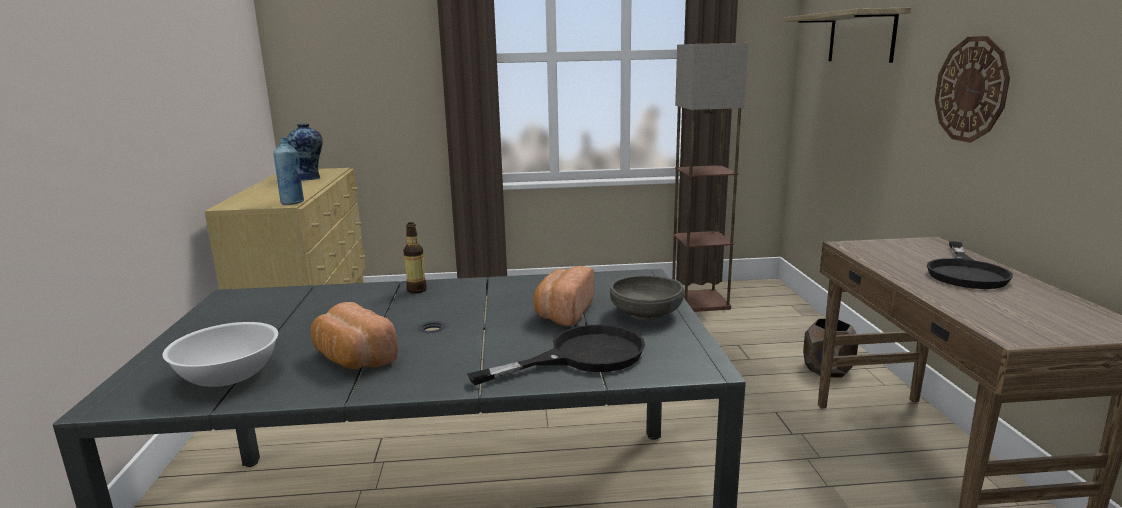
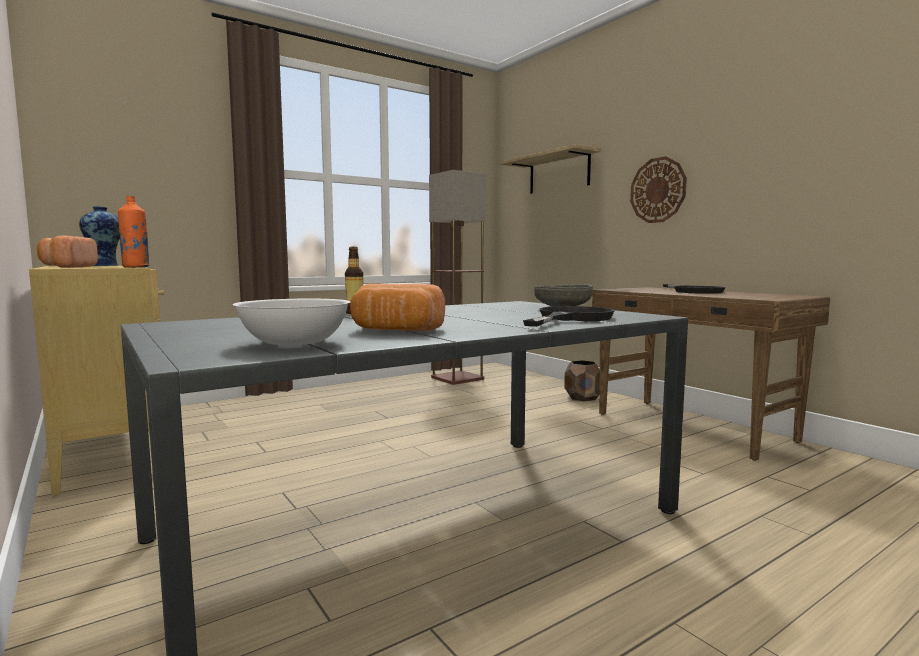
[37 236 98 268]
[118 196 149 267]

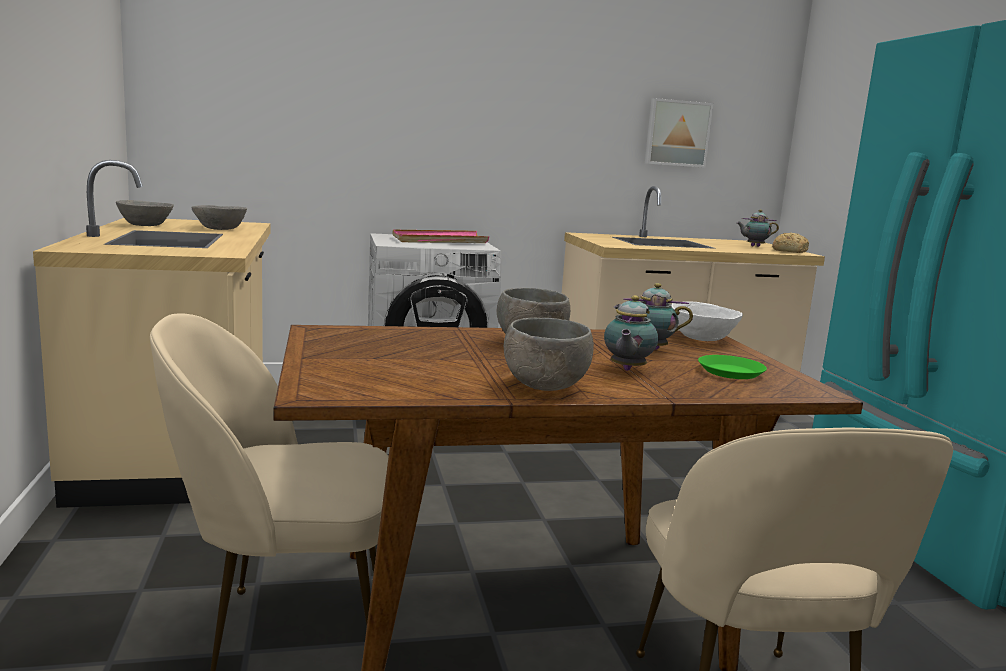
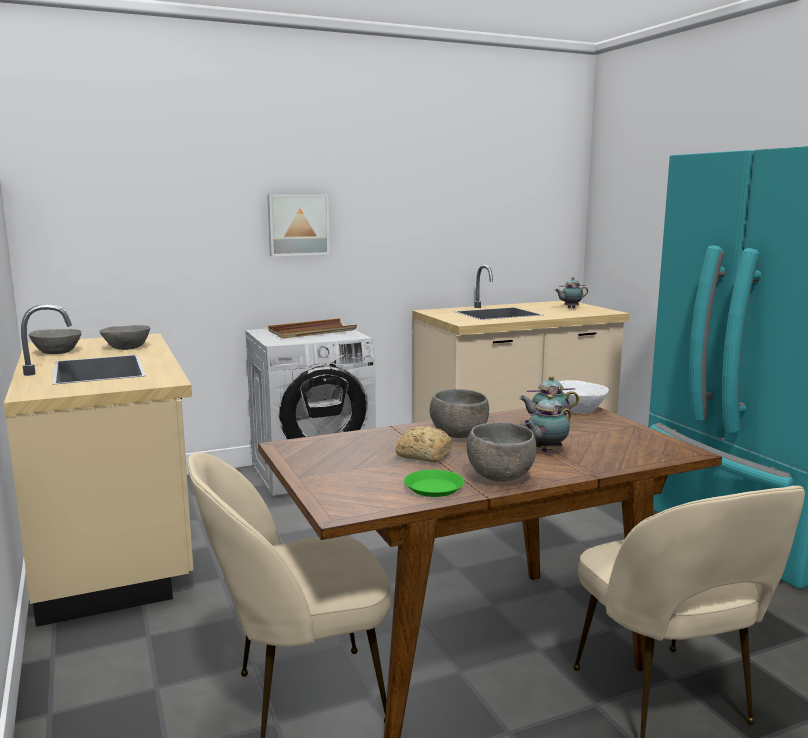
[267 194 330 257]
[404 470 465 497]
[396 426 452 462]
[268 318 357 339]
[523 394 571 452]

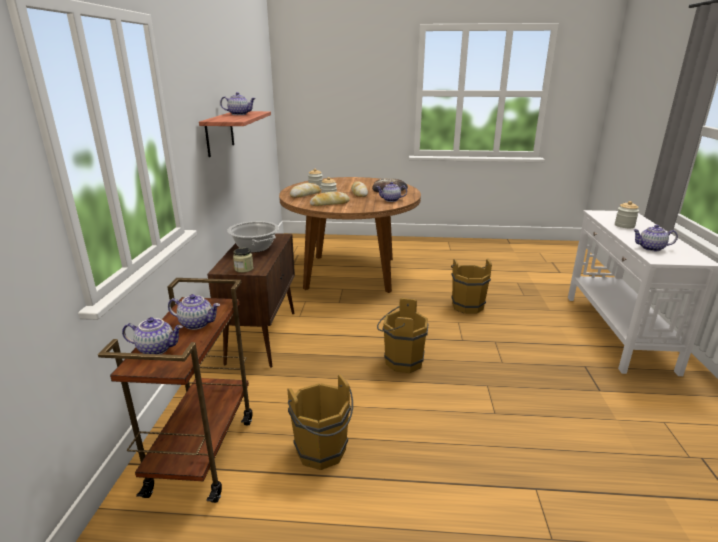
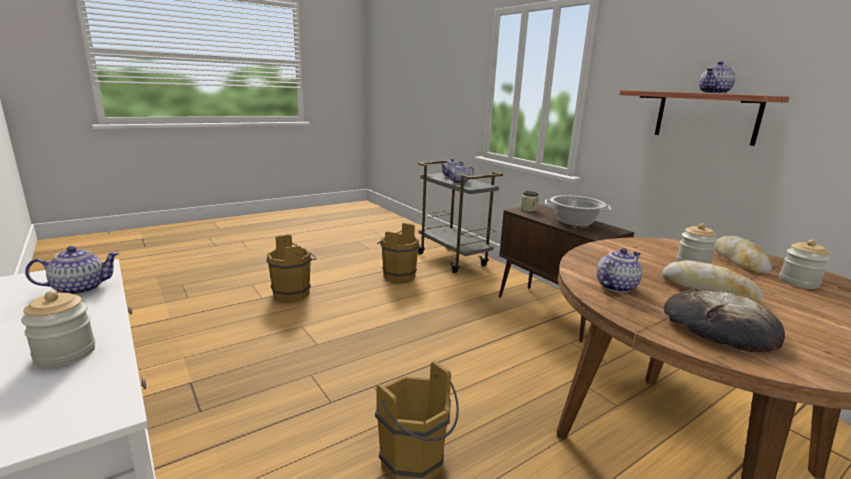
[310 192 350 206] (first image)
[266 234 316 302]
[418 161 503 273]

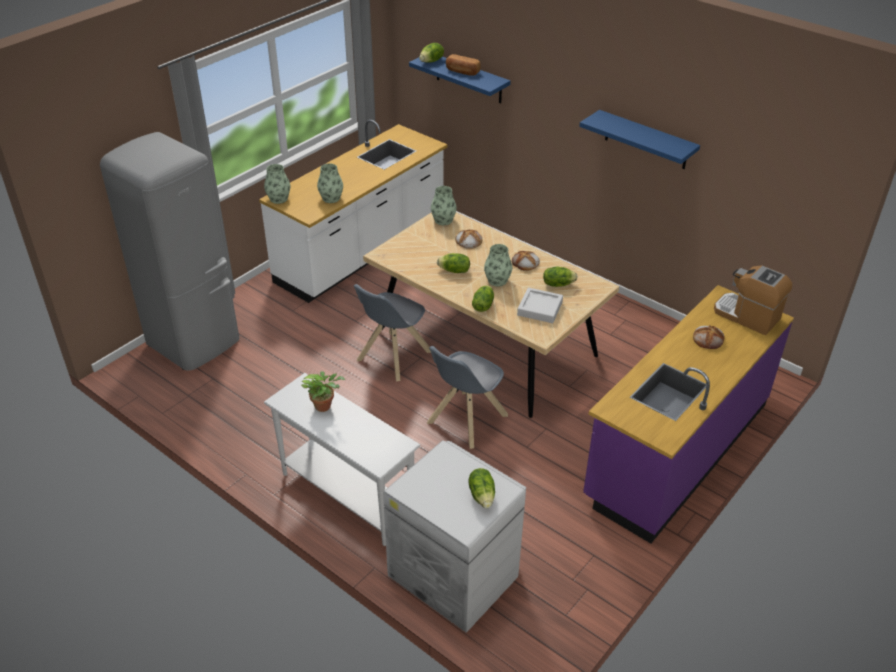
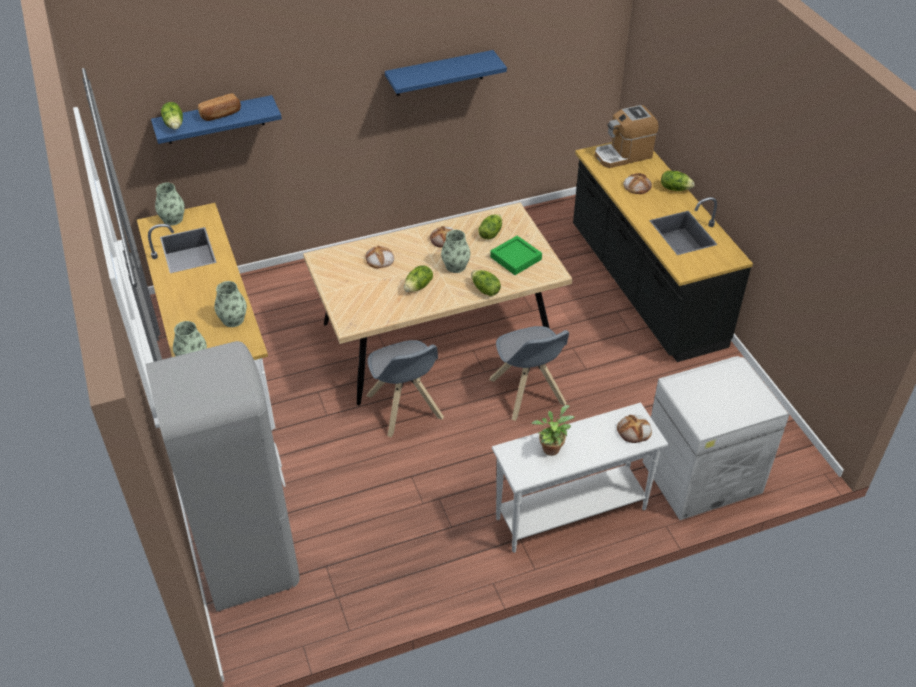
[617 415 652 443]
[155 183 185 226]
[661 171 694 191]
[490 236 542 275]
[573 142 753 362]

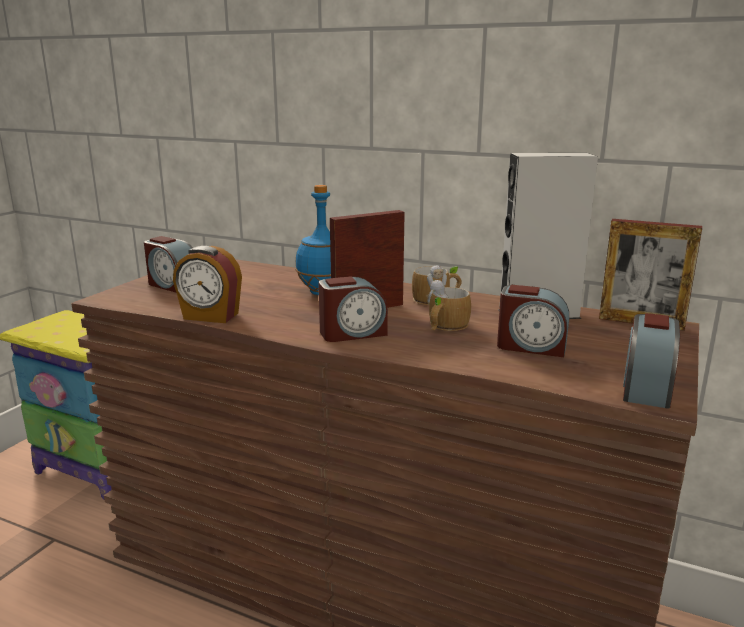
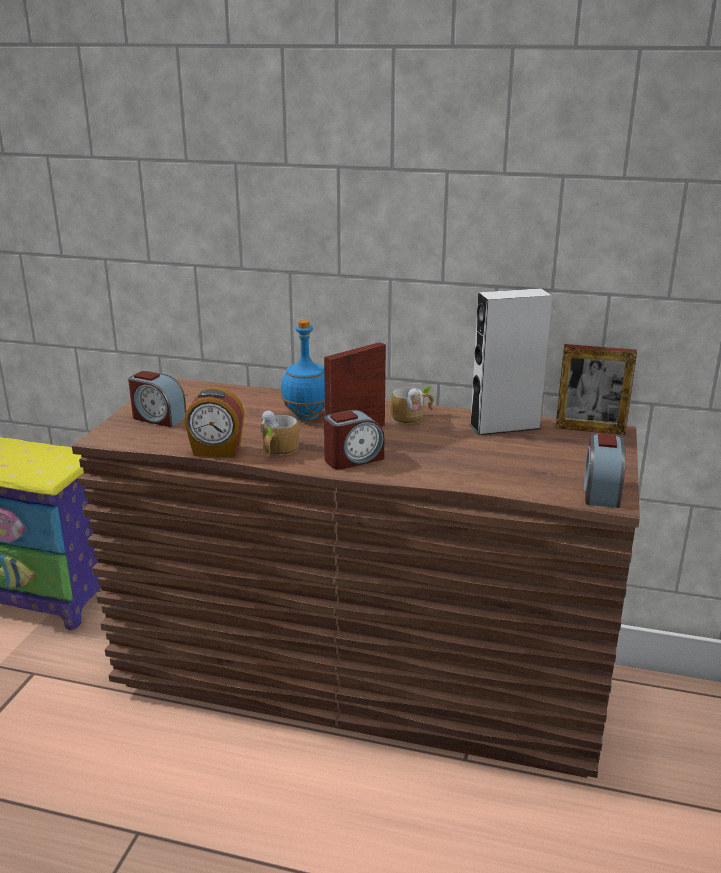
[497 285 569 357] (first image)
[260 411 300 457]

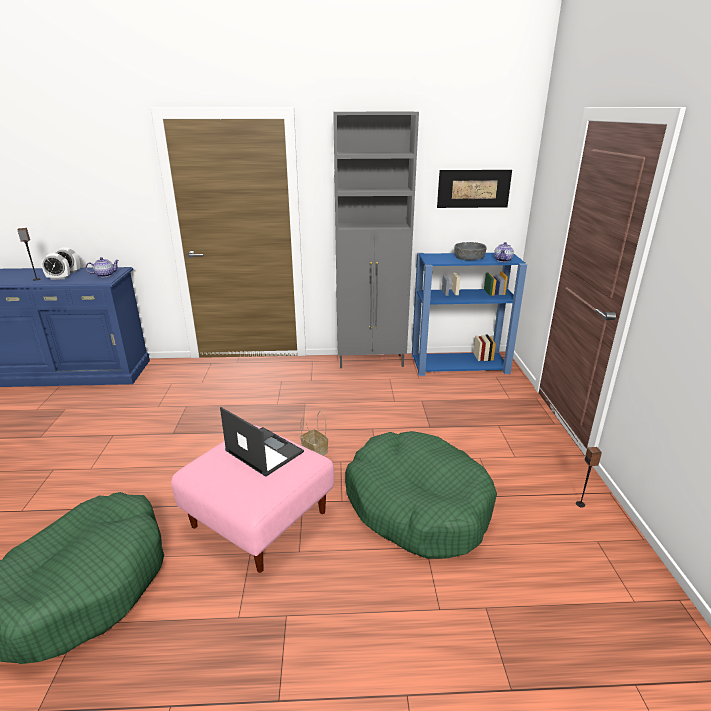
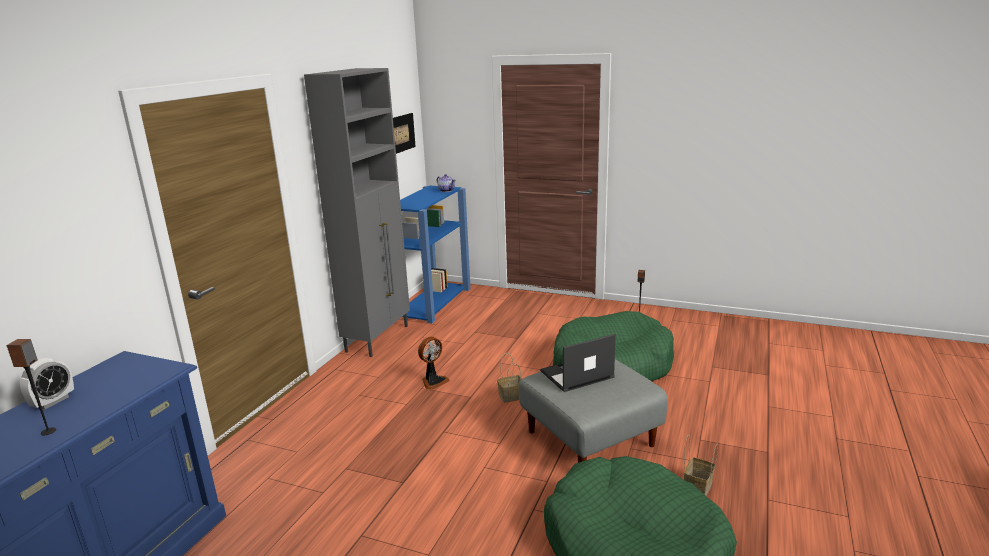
[41 253 70 280] (first image)
[86 257 119 277] (first image)
[454 242 487 260] (first image)
[418 337 450 390]
[684 435 718 496]
[519 359 668 463]

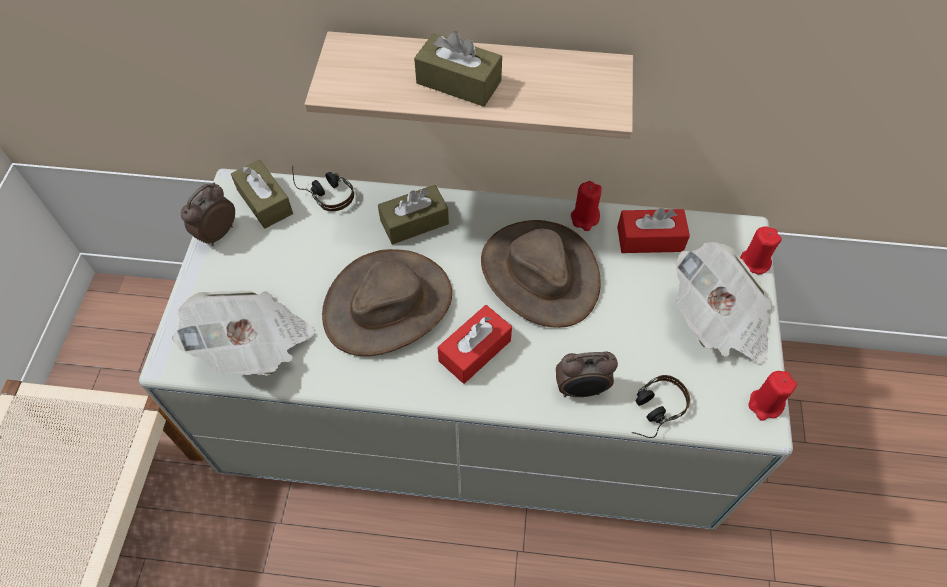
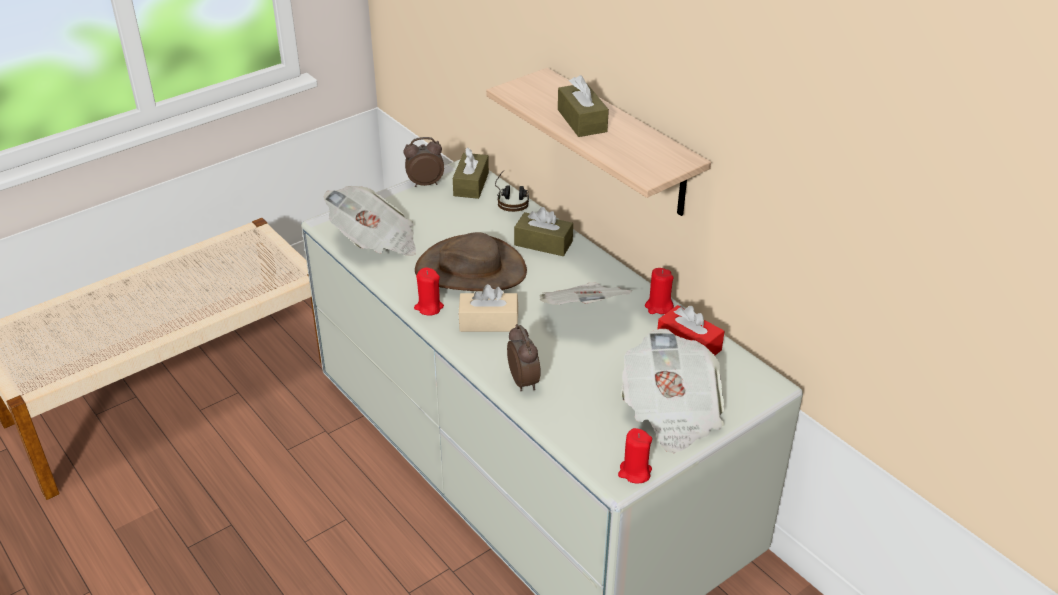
[632 375 690 438] (first image)
[414 267 444 316]
[540 282 633 305]
[458 284 518 332]
[507 324 541 391]

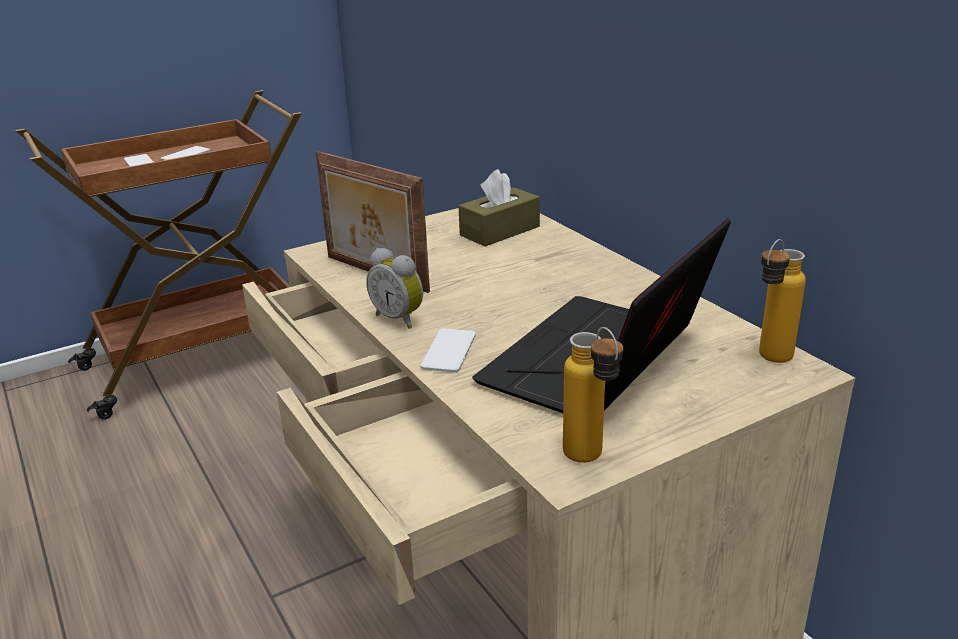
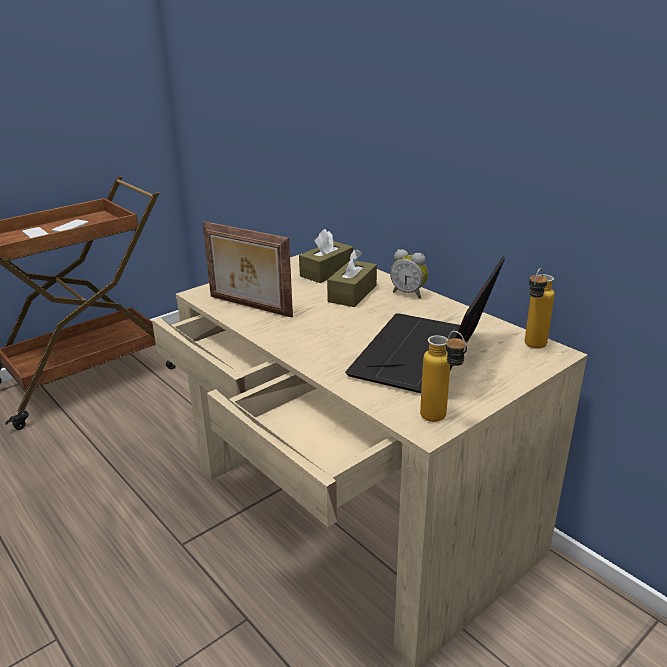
[421 328 476 372] (first image)
[327 249 377 307]
[390 249 428 299]

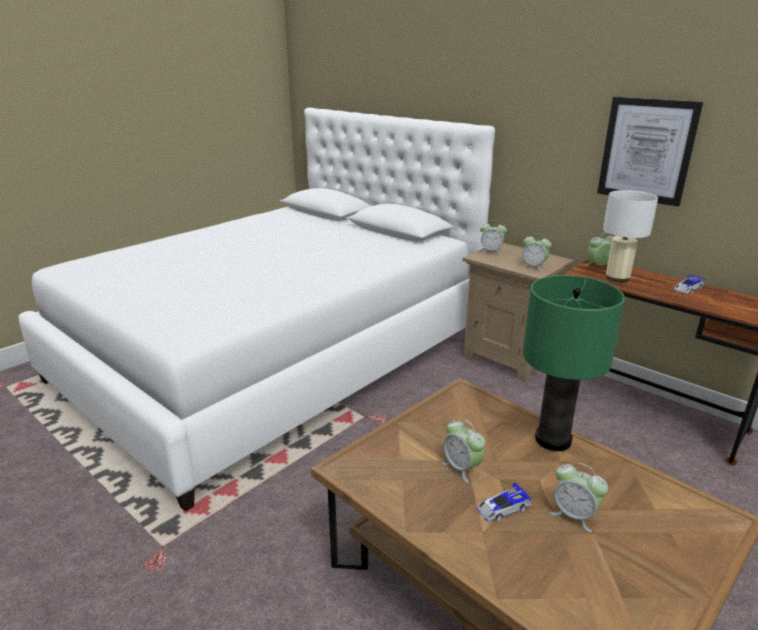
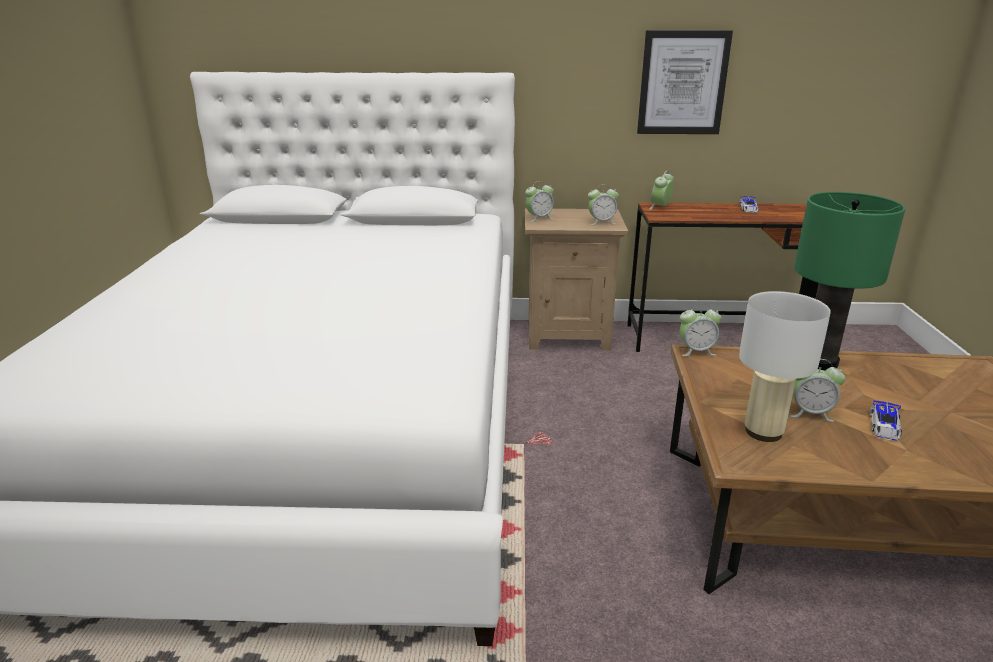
[680 304 722 357]
[739 291 831 442]

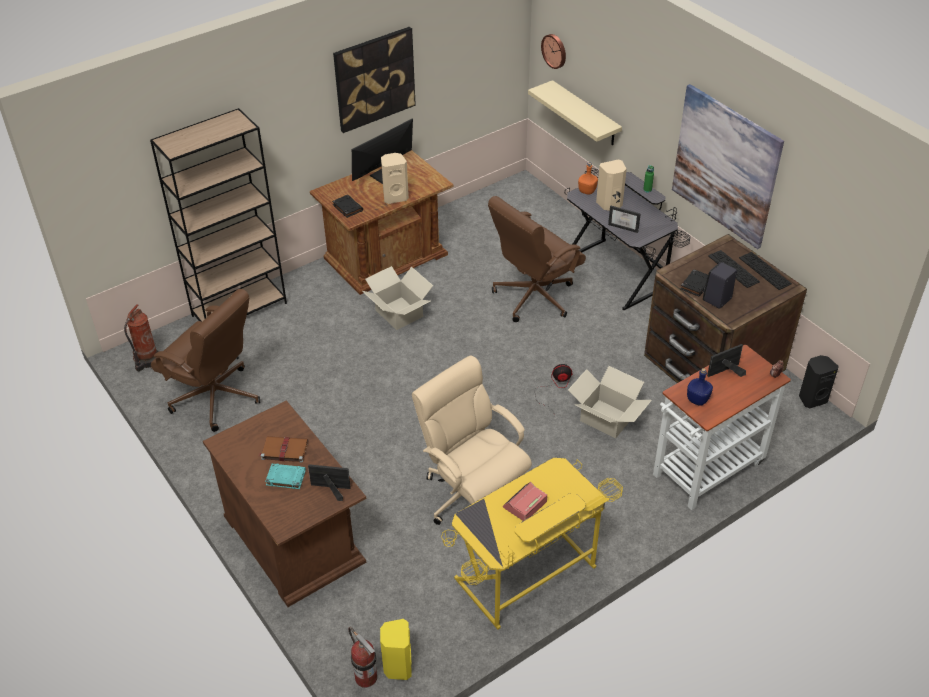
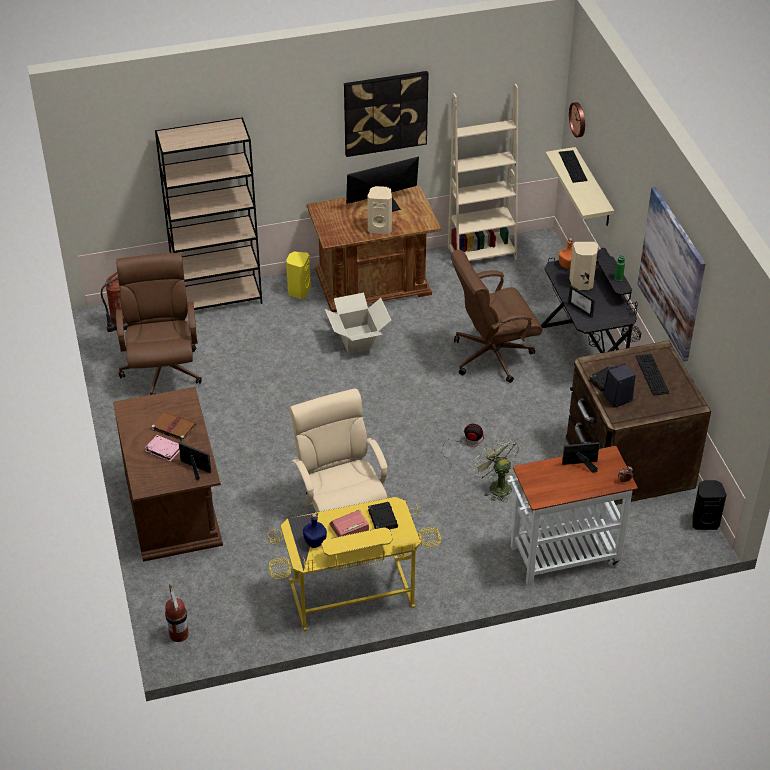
[448 84 518 261]
[368 502 398 529]
[286 252 311 299]
[303 514 327 548]
[559 150 588 183]
[473 438 519 502]
[145 435 180 462]
[116 253 202 395]

